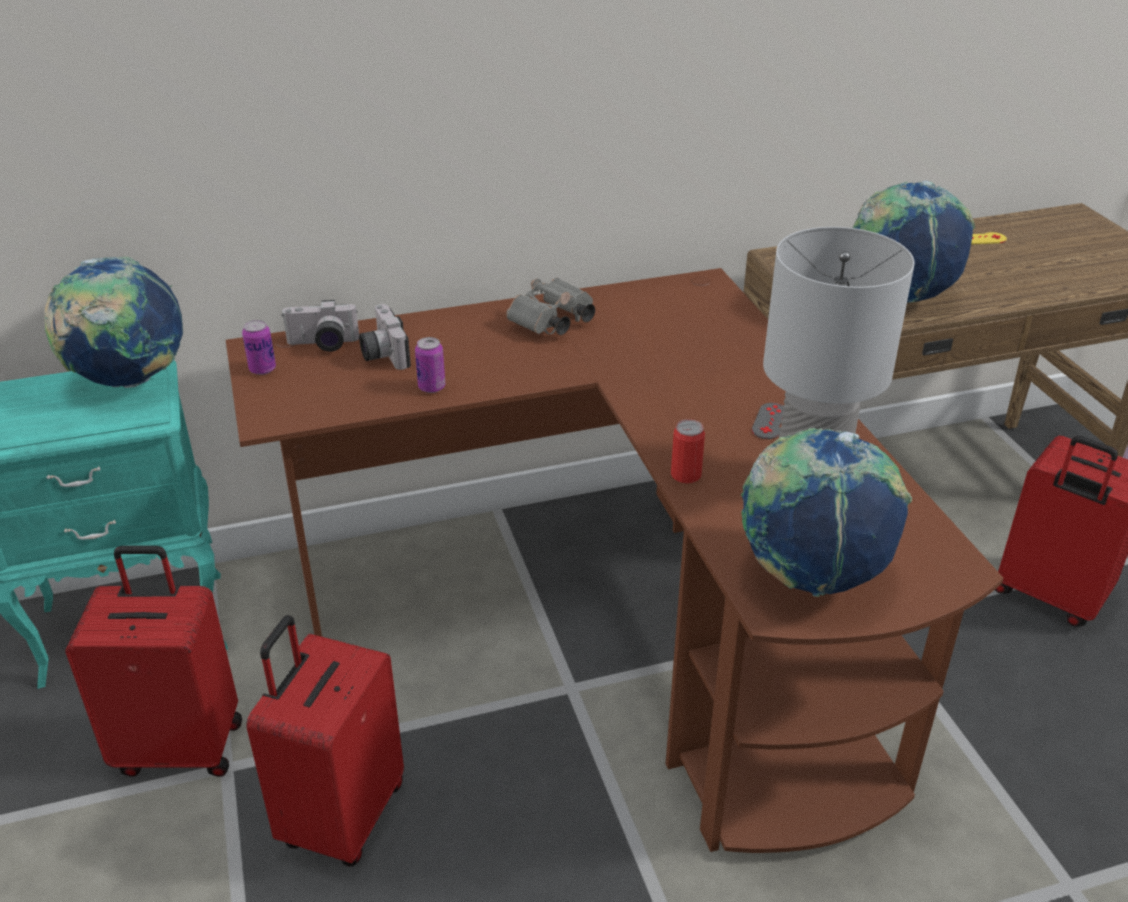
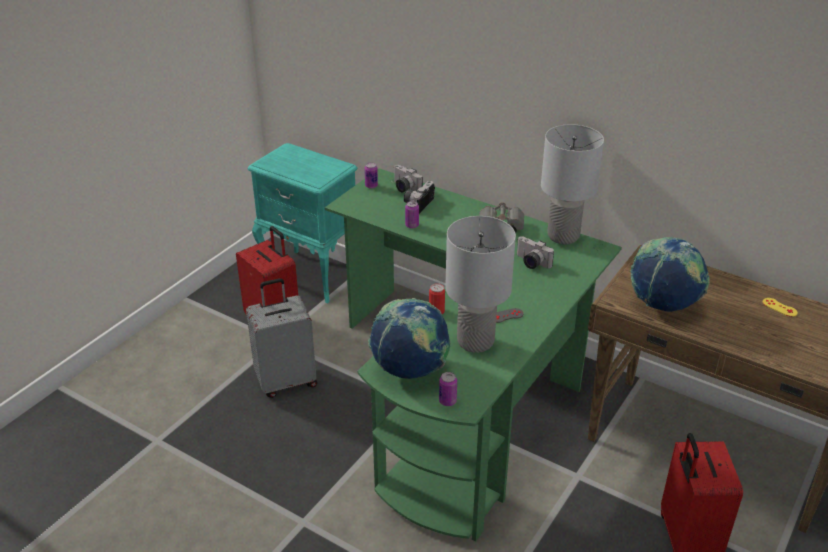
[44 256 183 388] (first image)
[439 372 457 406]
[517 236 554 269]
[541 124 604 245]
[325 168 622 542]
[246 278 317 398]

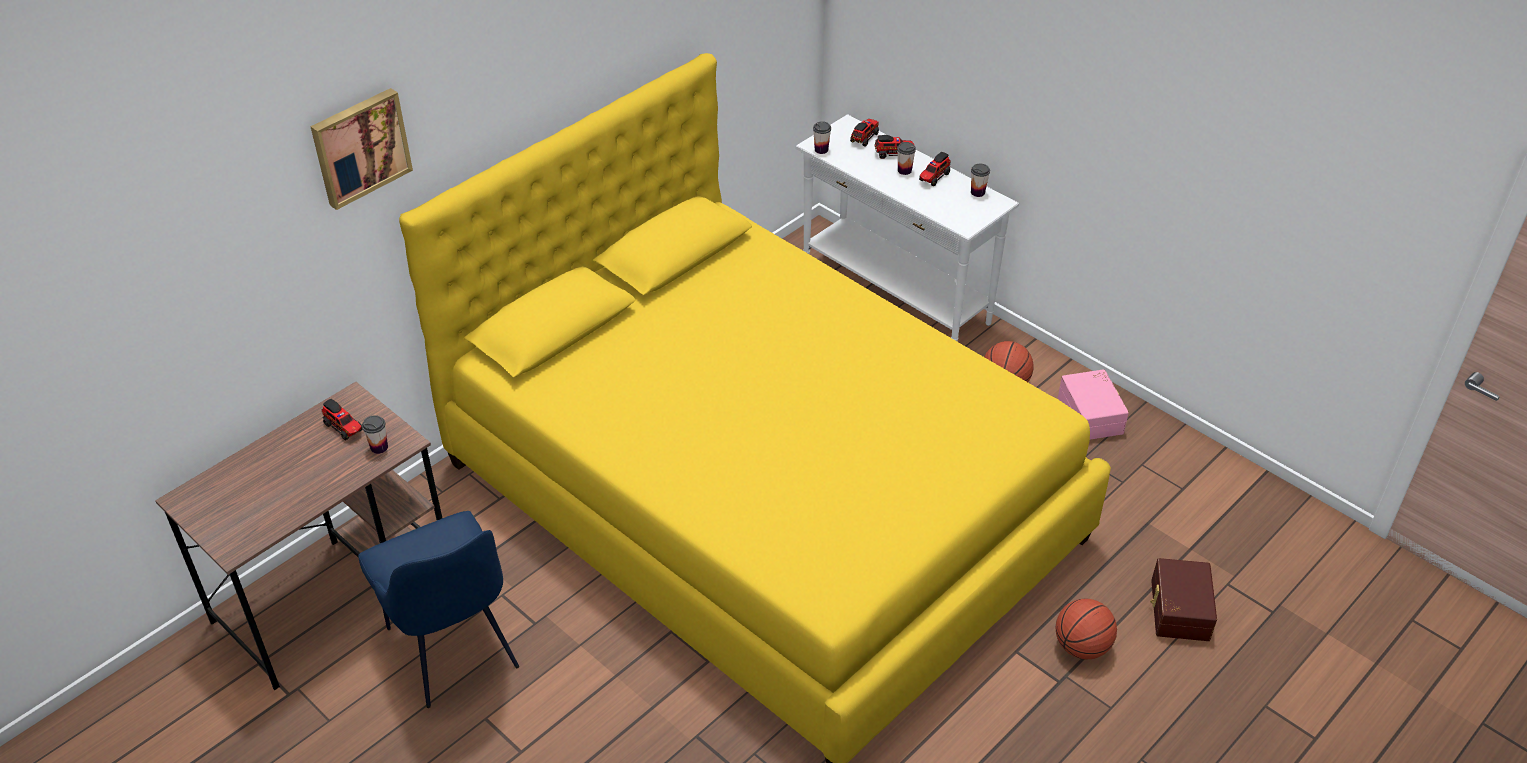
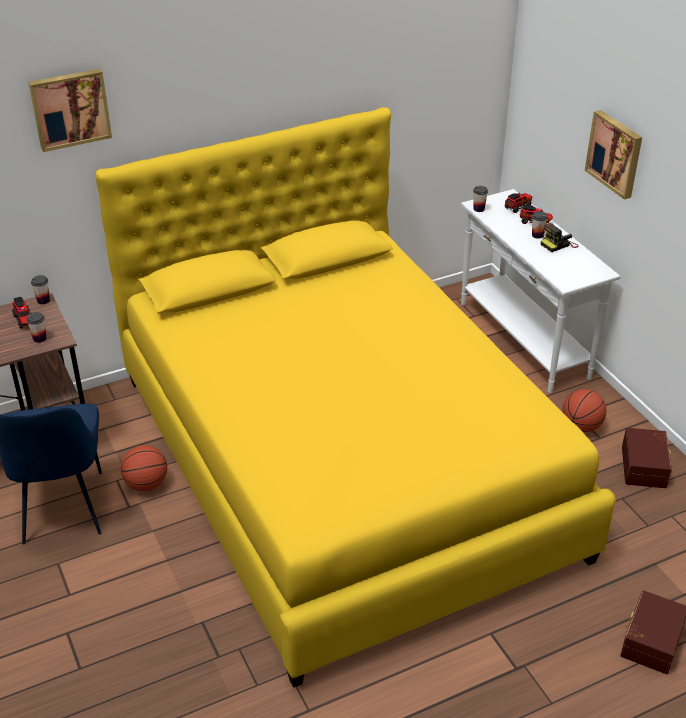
[585 110 642 200]
[31 275 50 305]
[121 445 167 491]
[541 223 579 252]
[622 428 672 488]

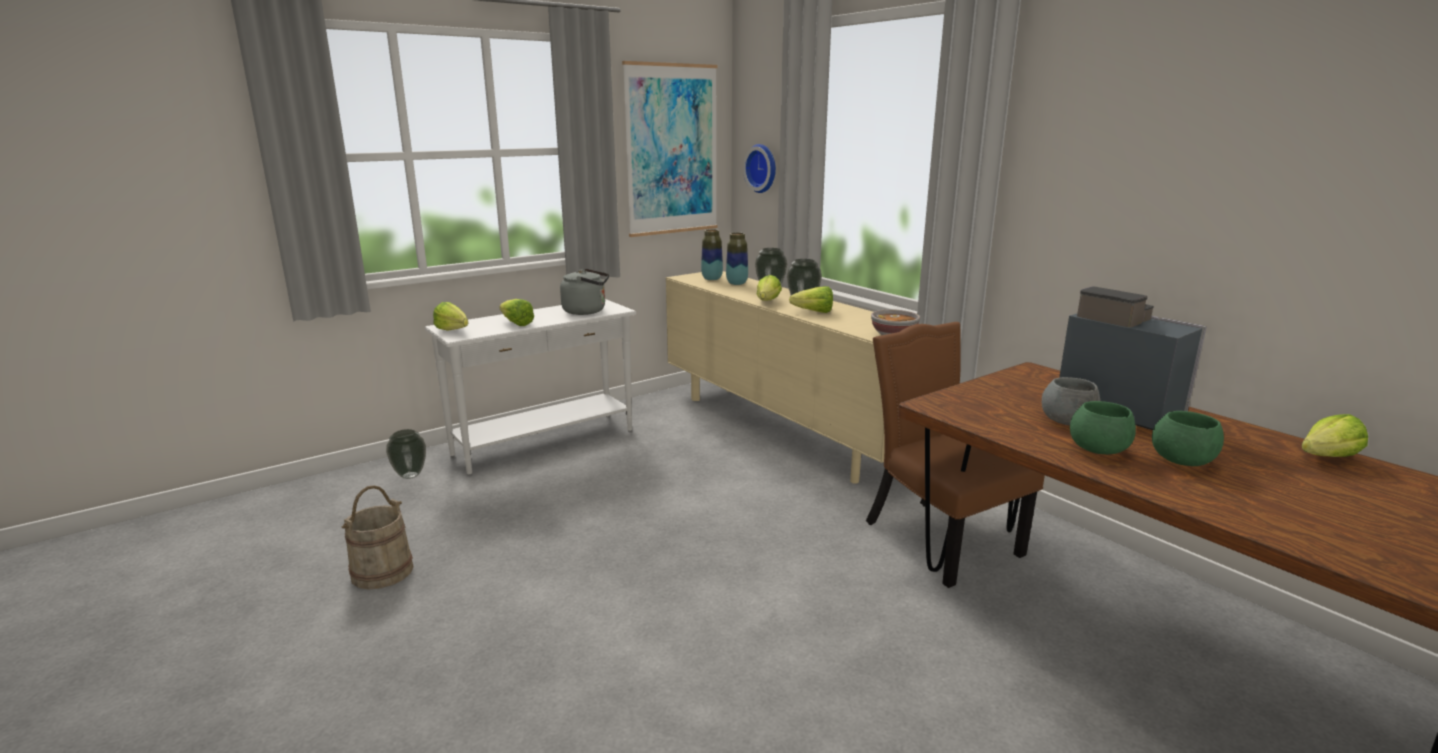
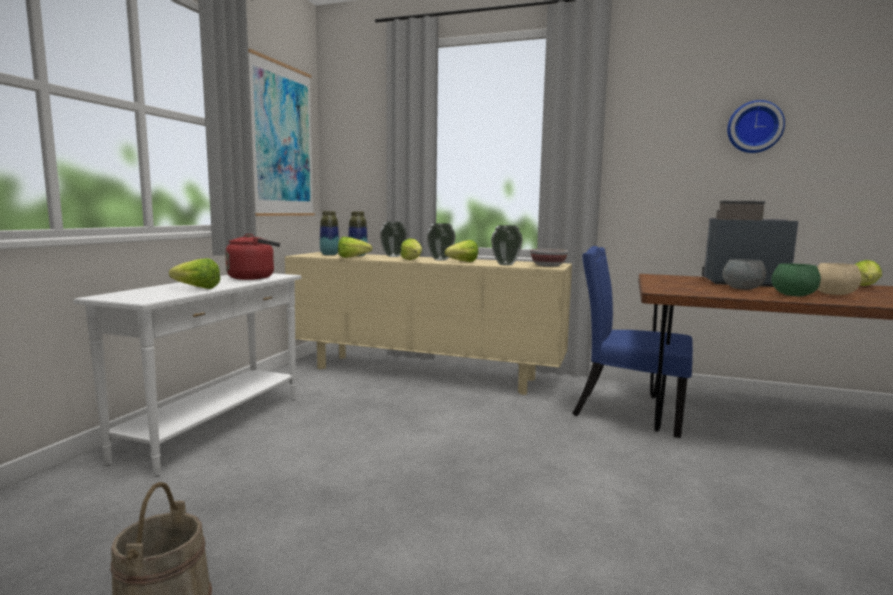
[491 225 523 265]
[338 237 372 258]
[727 100 785 153]
[225 234 280 280]
[572 246 693 438]
[817 263 861 295]

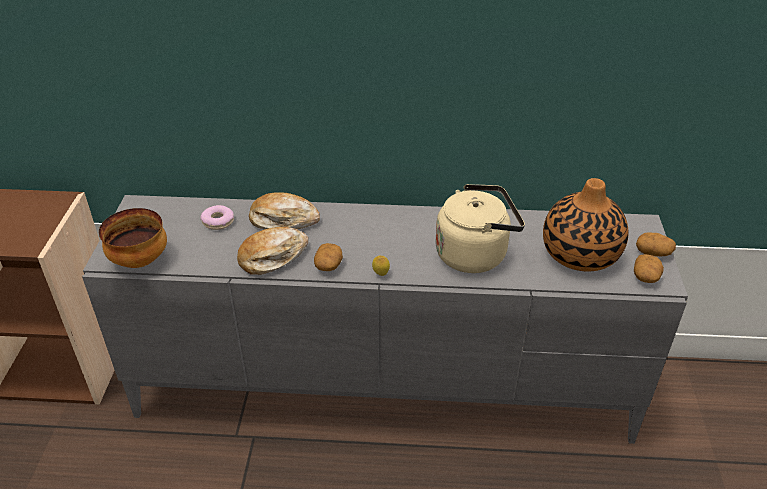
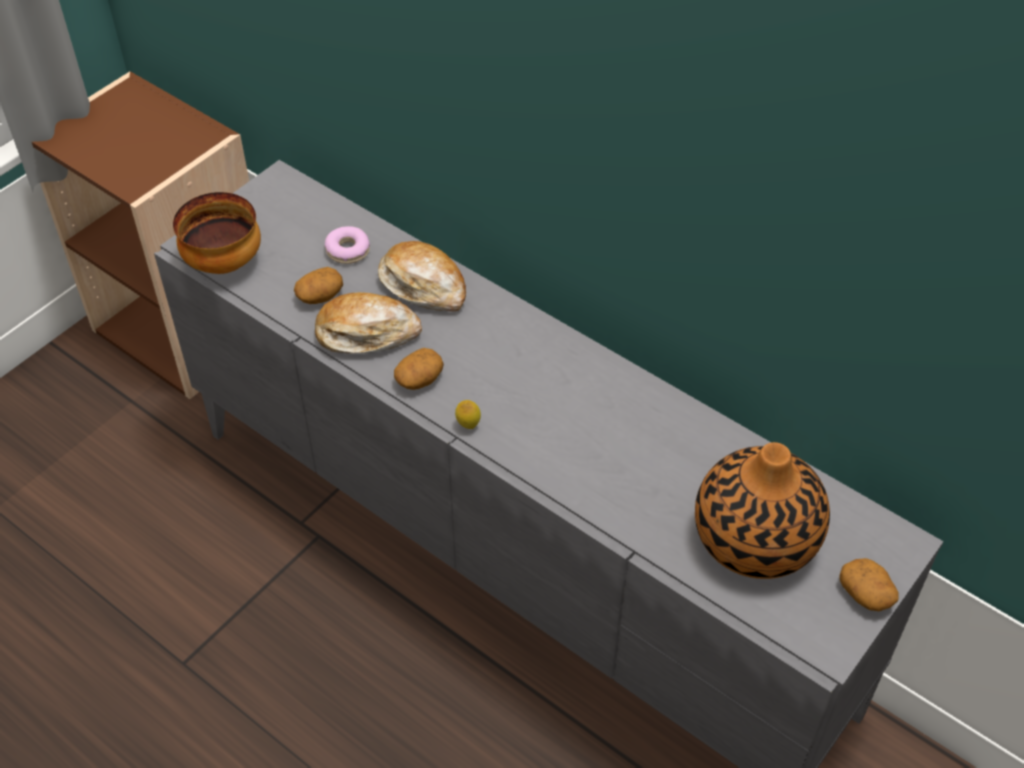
[435 184 525 273] (first image)
[294 267 343 304]

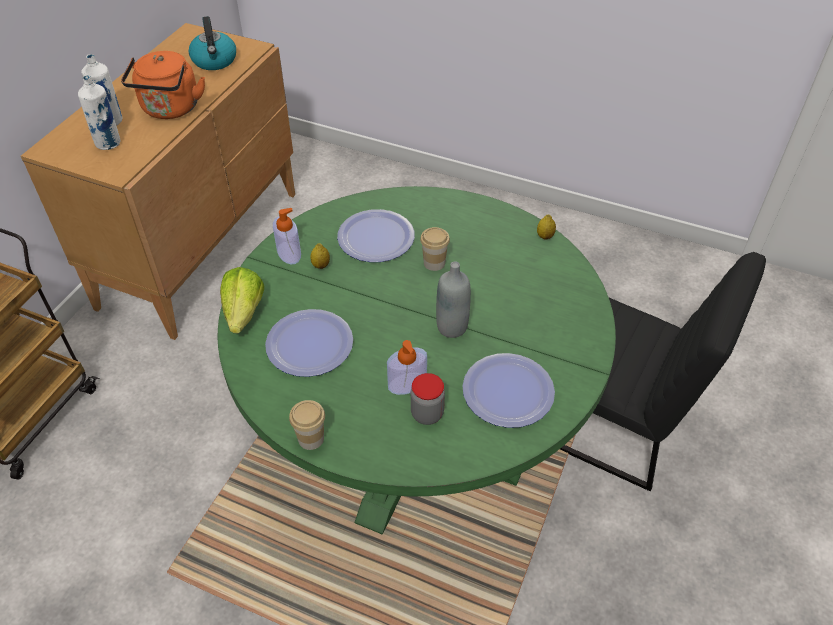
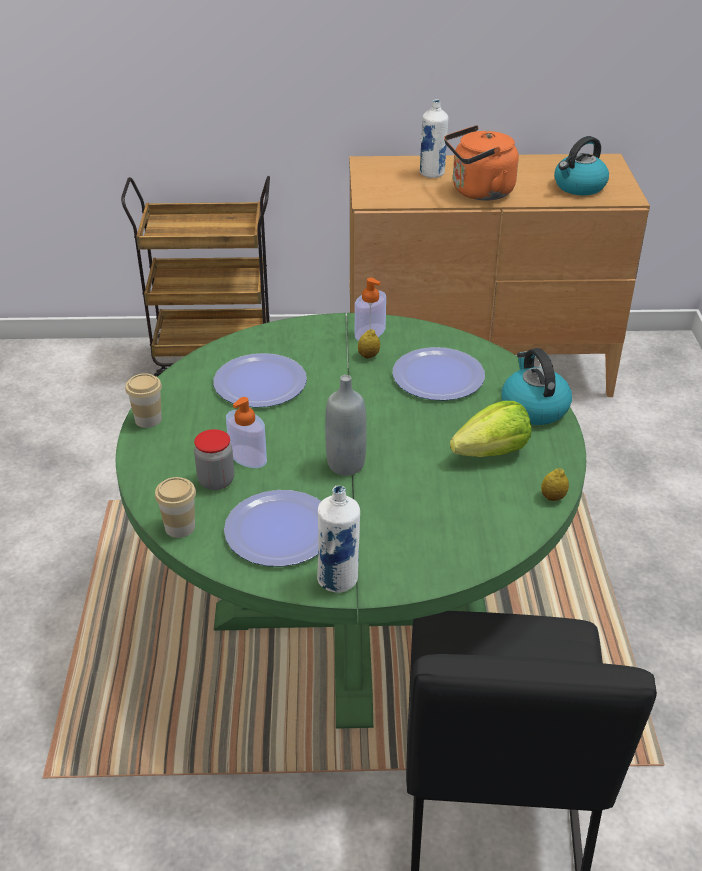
[501 348 572 425]
[317 485 360 593]
[450 401 531 457]
[155 477 196 538]

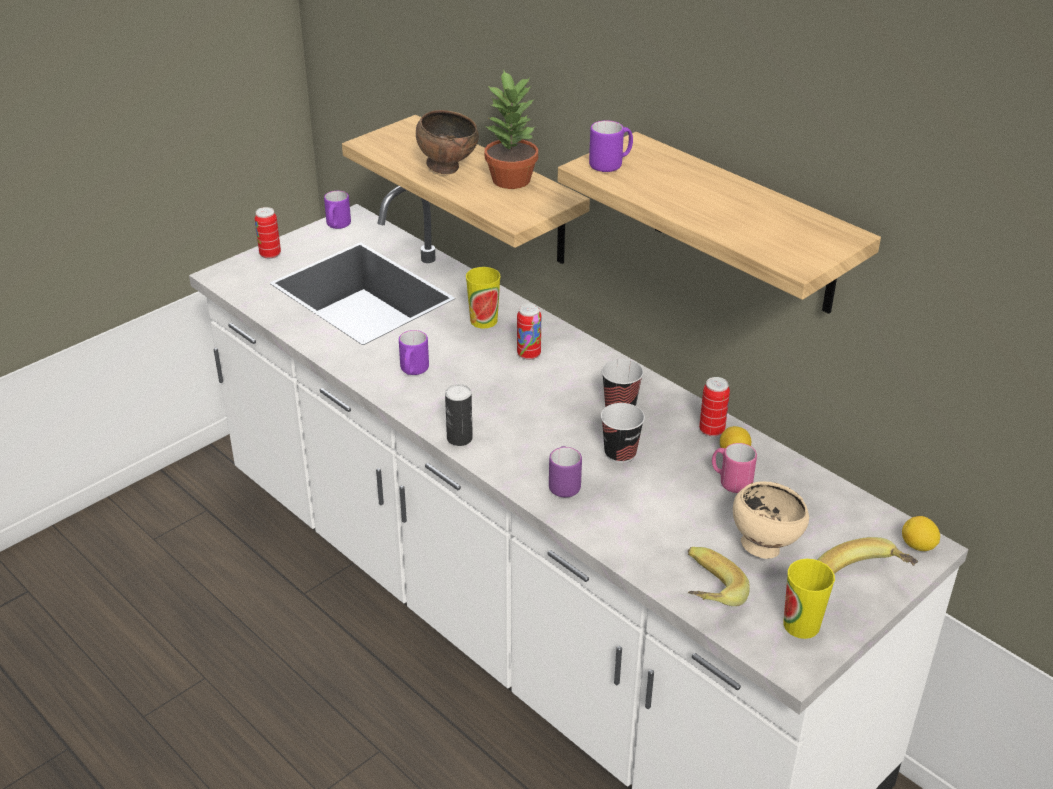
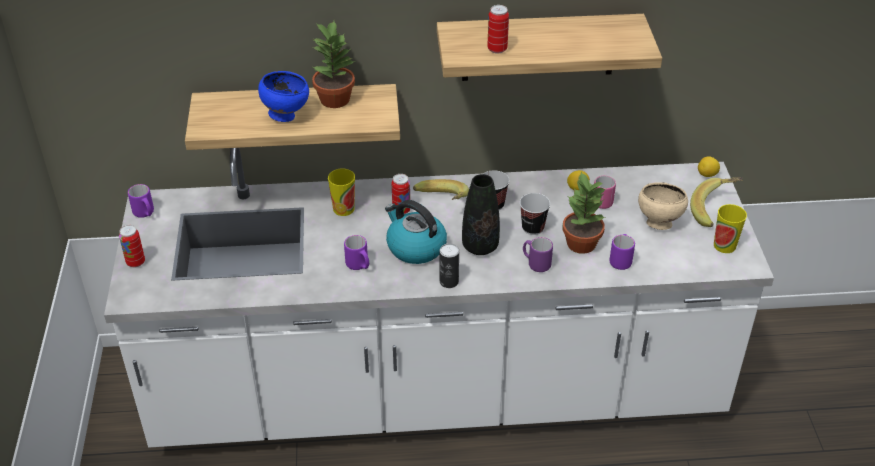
[385 200 447 264]
[462 174 500 255]
[563 172 607 254]
[610 234 635 270]
[413 179 469 200]
[487 5 509 54]
[258 71 309 122]

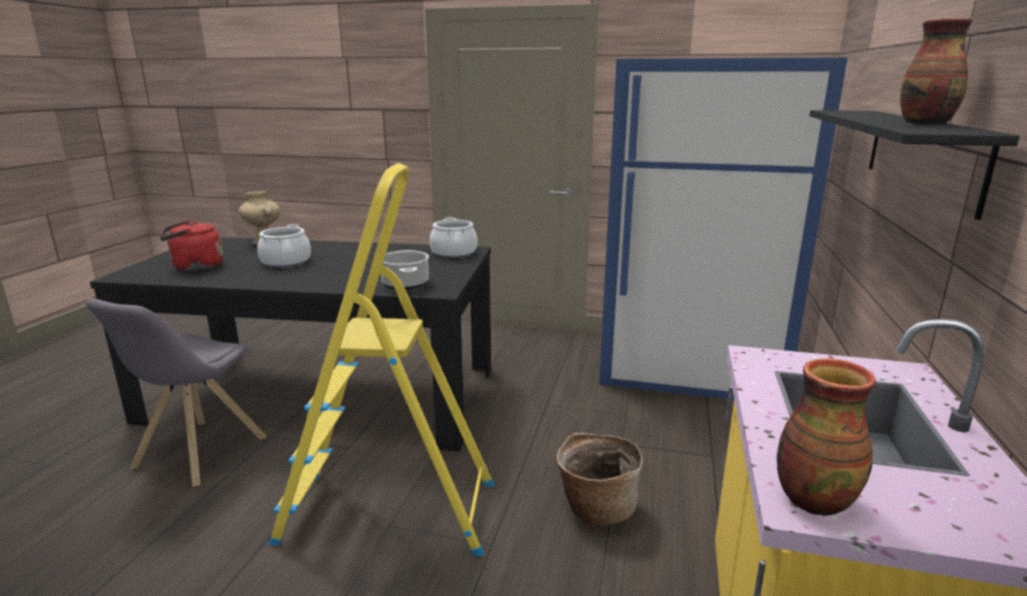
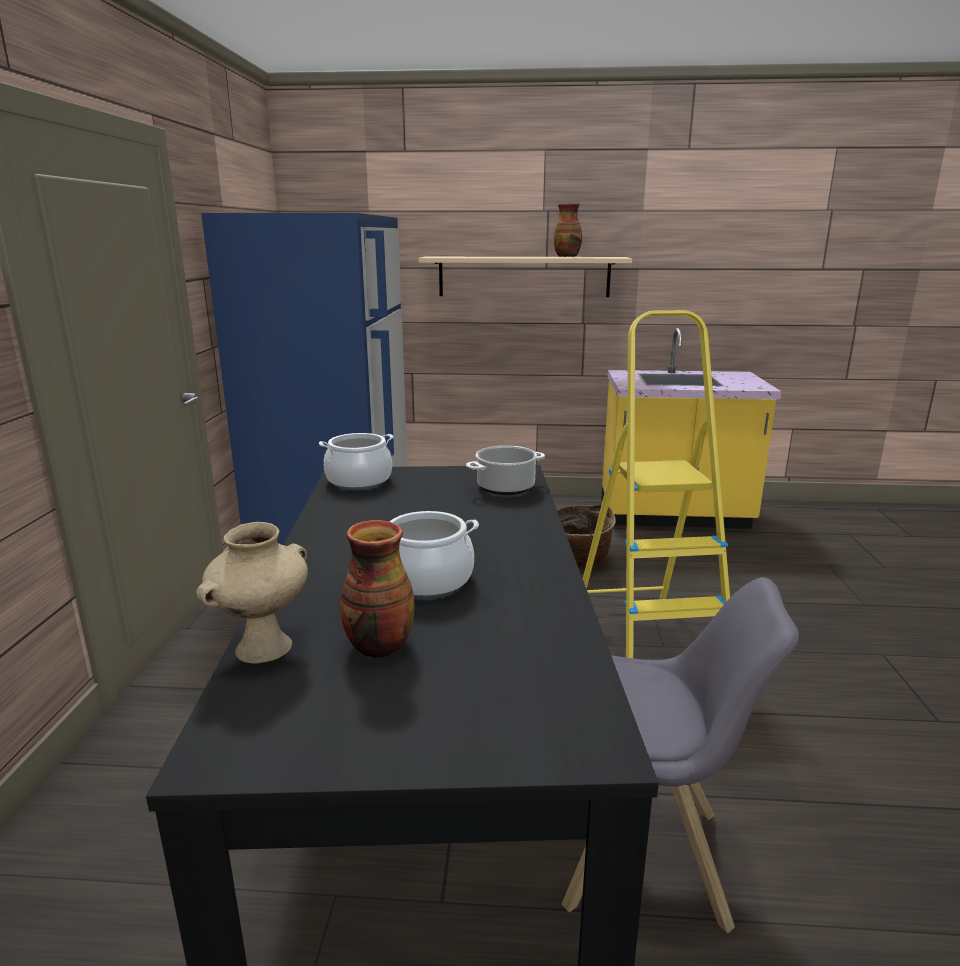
[160 220 224 271] (first image)
[340 520 415 658]
[418 257 632 297]

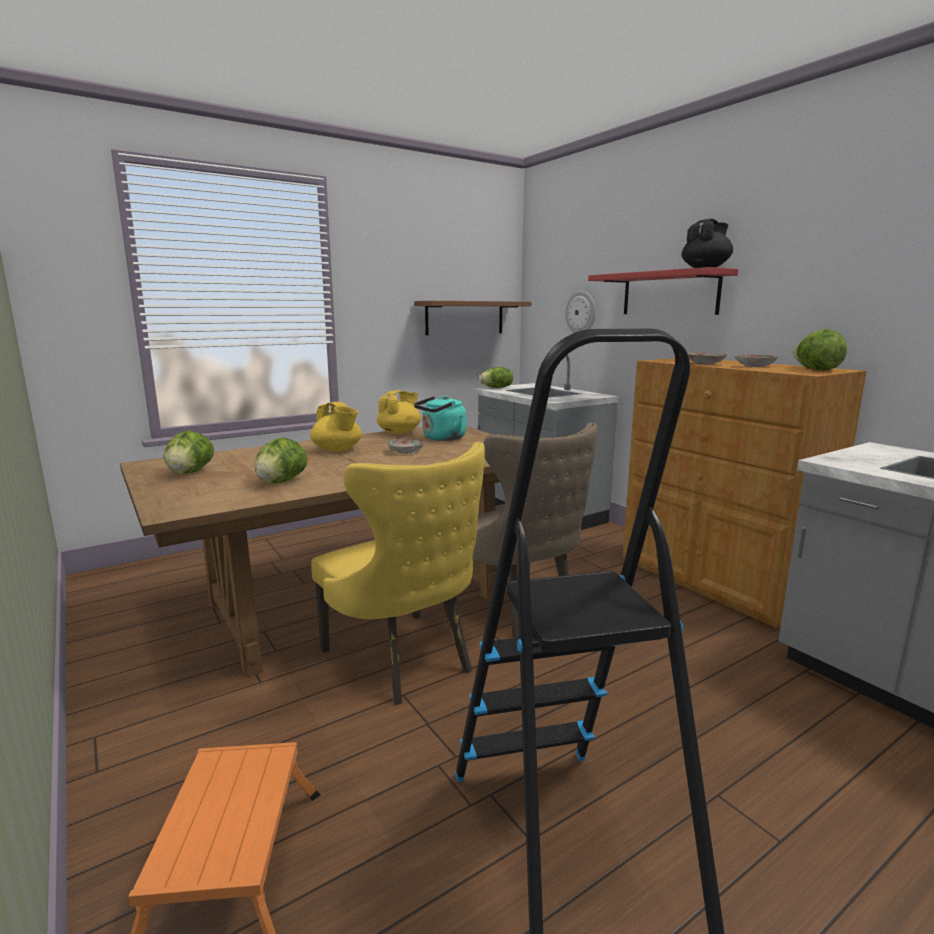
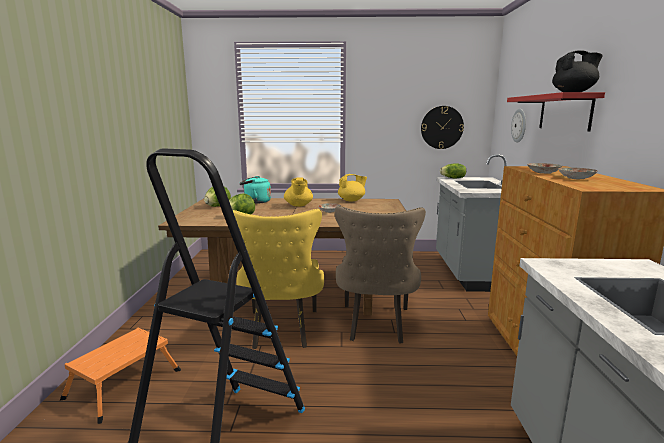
[794 329 847 371] (first image)
[240 176 271 204]
[421 106 464 149]

